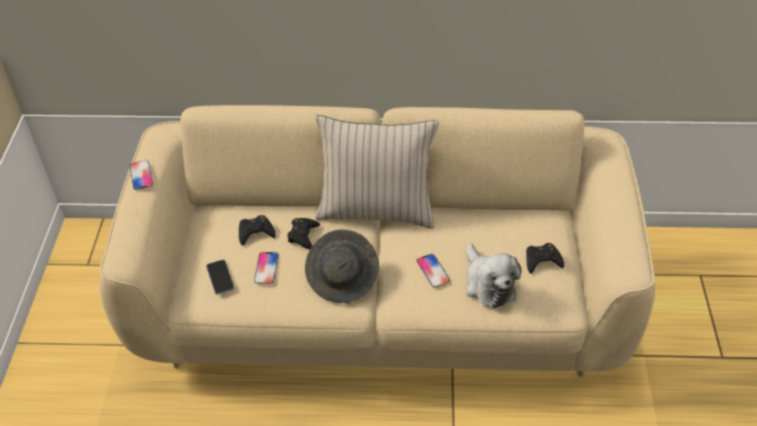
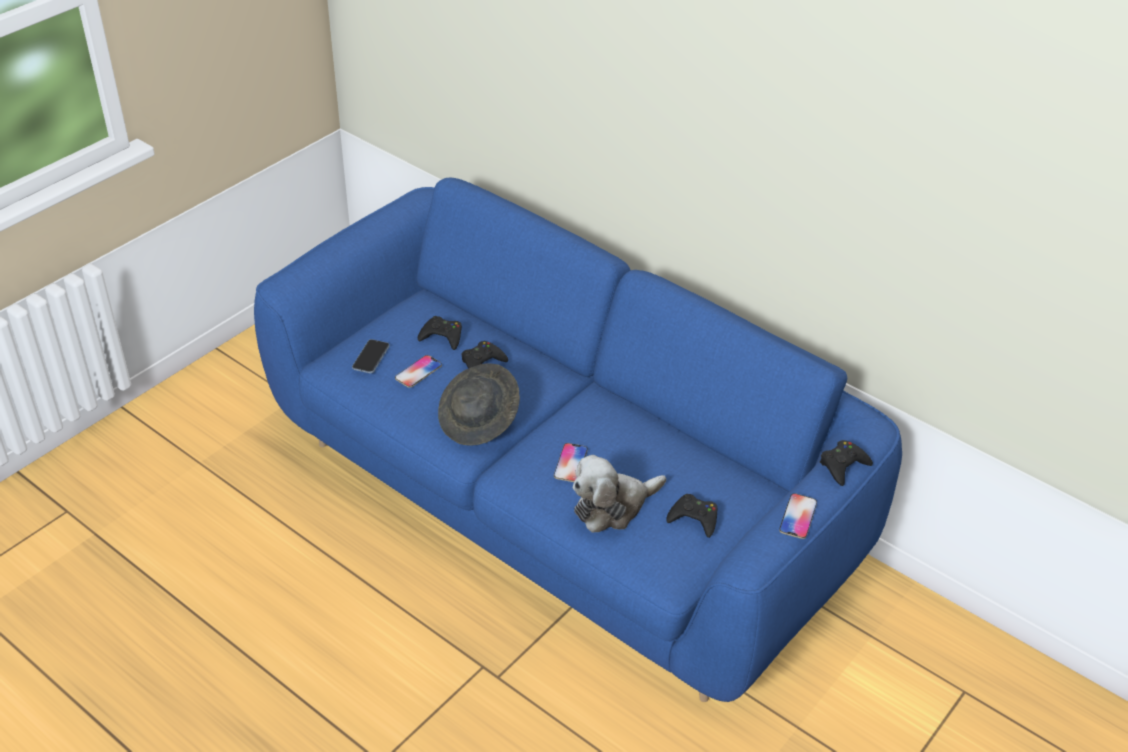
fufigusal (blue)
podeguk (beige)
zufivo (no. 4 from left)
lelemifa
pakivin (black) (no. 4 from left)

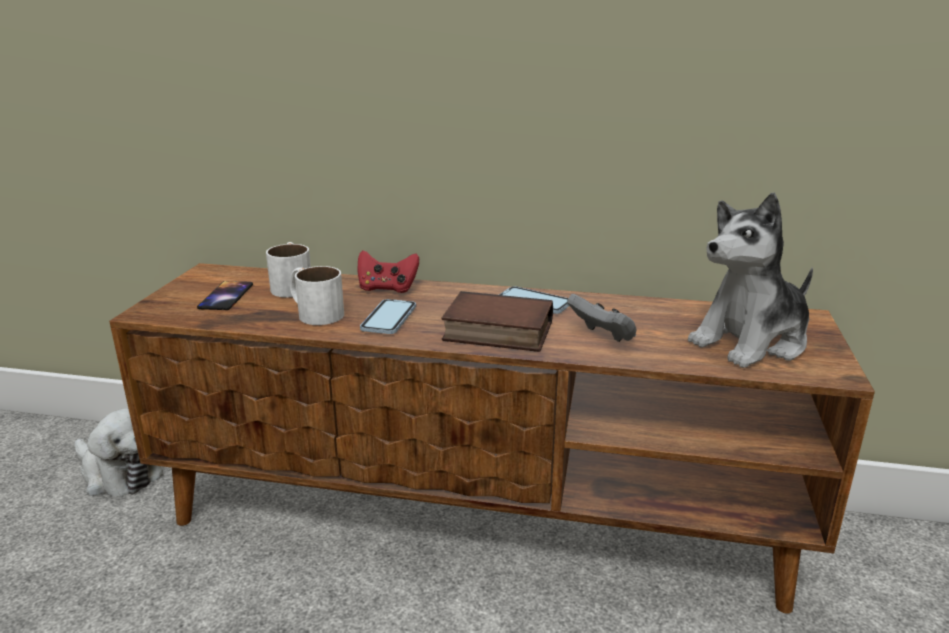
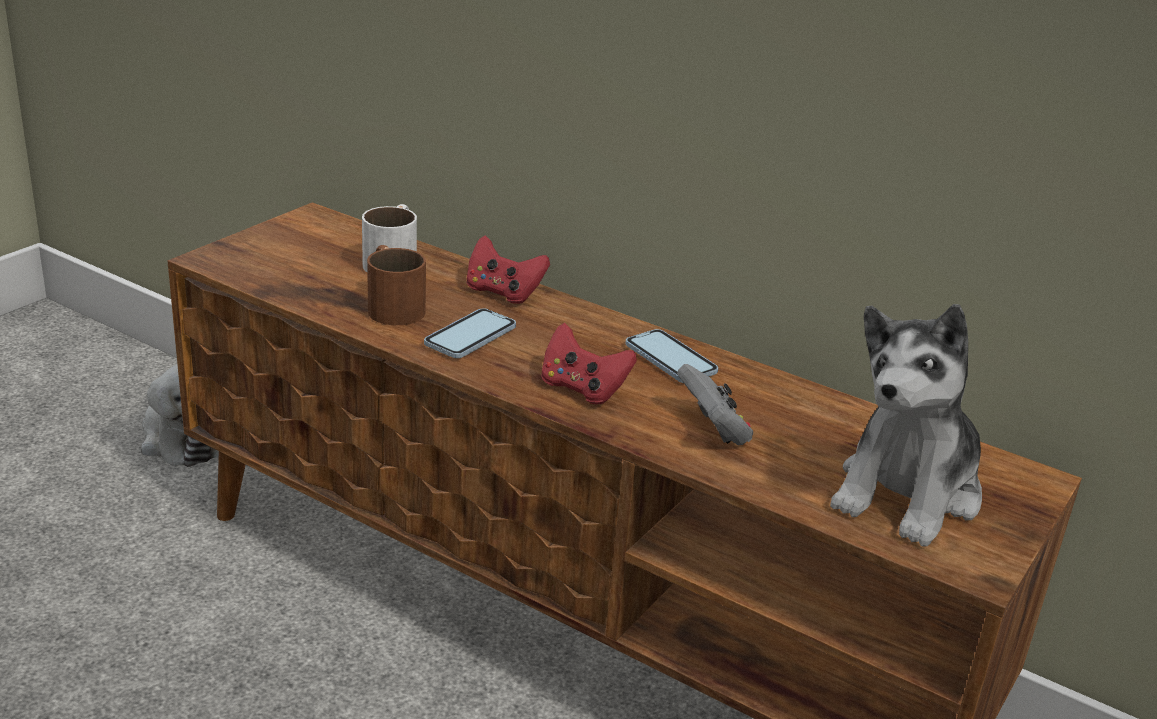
lelemifa (no. 2 from left)
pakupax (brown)
zufivo (no. 1 from left in the first image)
pakivin (red) (no. 2 from left)

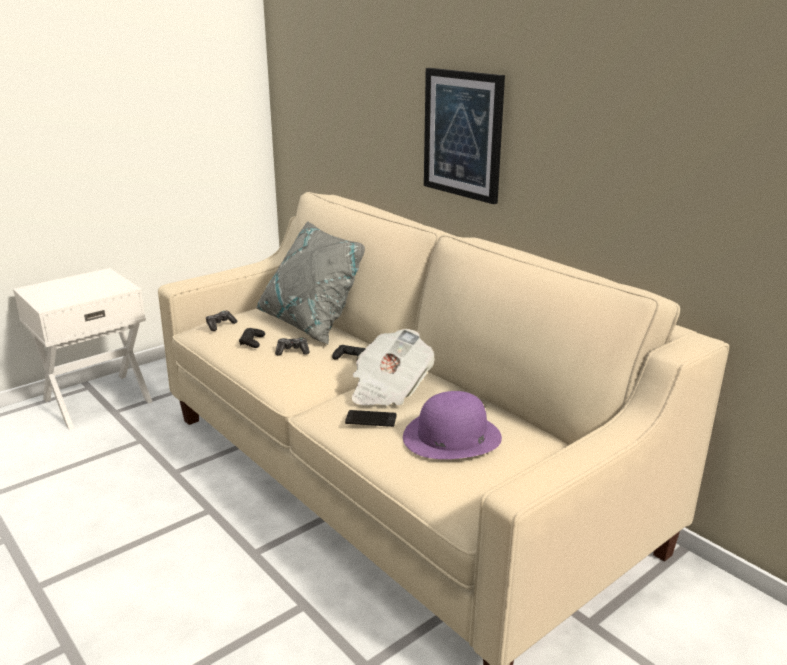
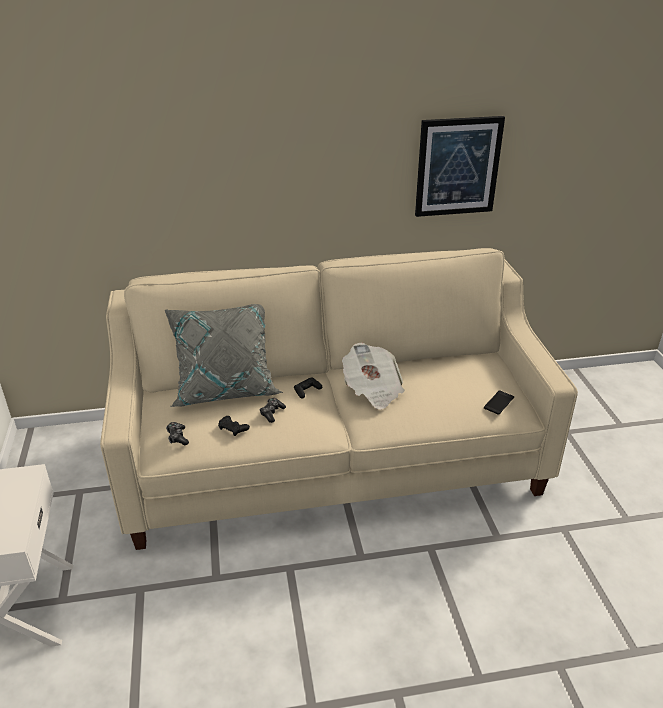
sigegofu
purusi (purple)
zufivo

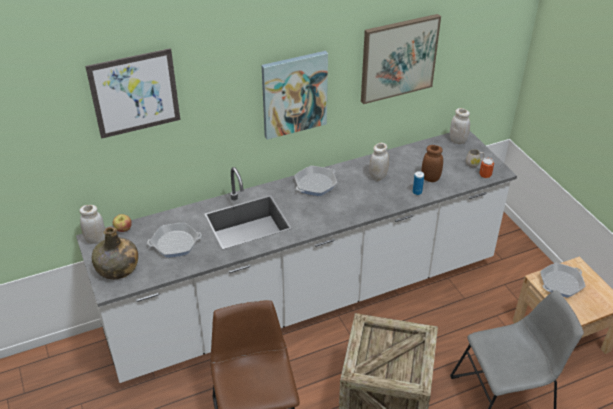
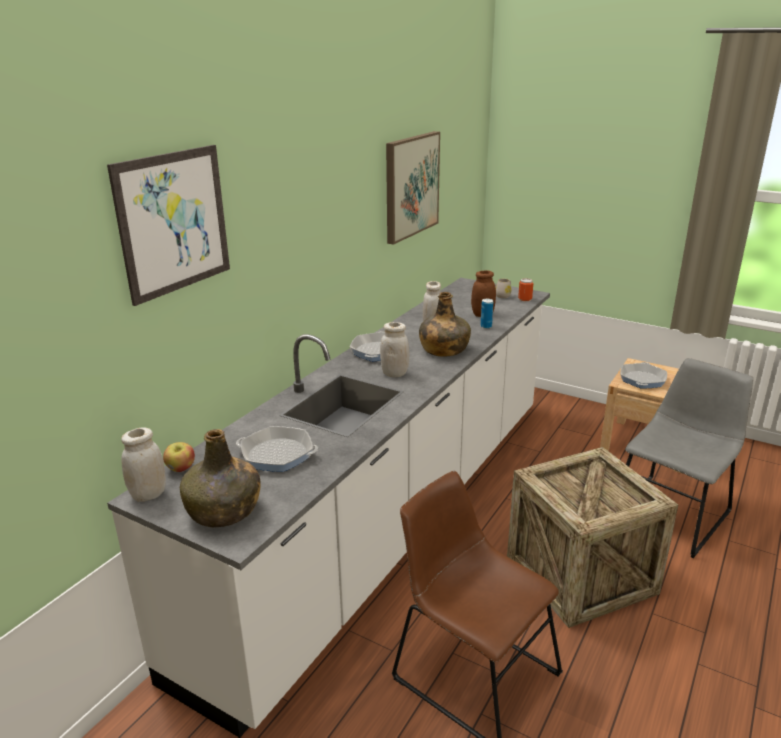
sigegofu (no. 2 from left in the first image)
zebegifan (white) (no. 2 from left)
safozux (no. 1 from left)
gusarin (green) (no. 2 from left)

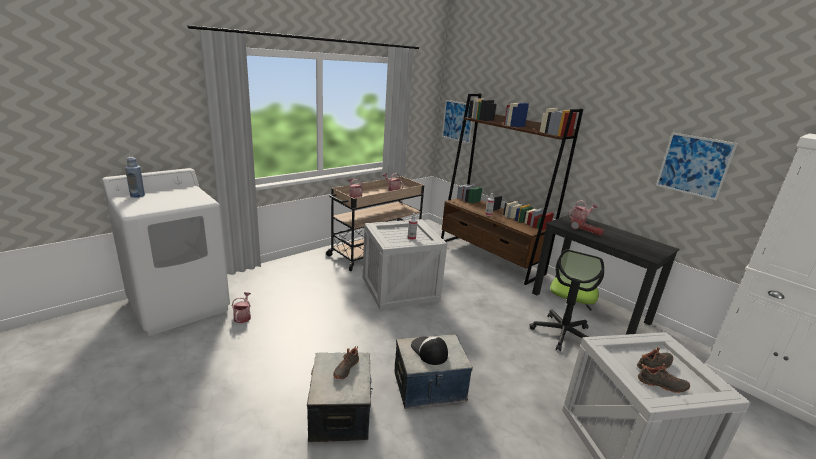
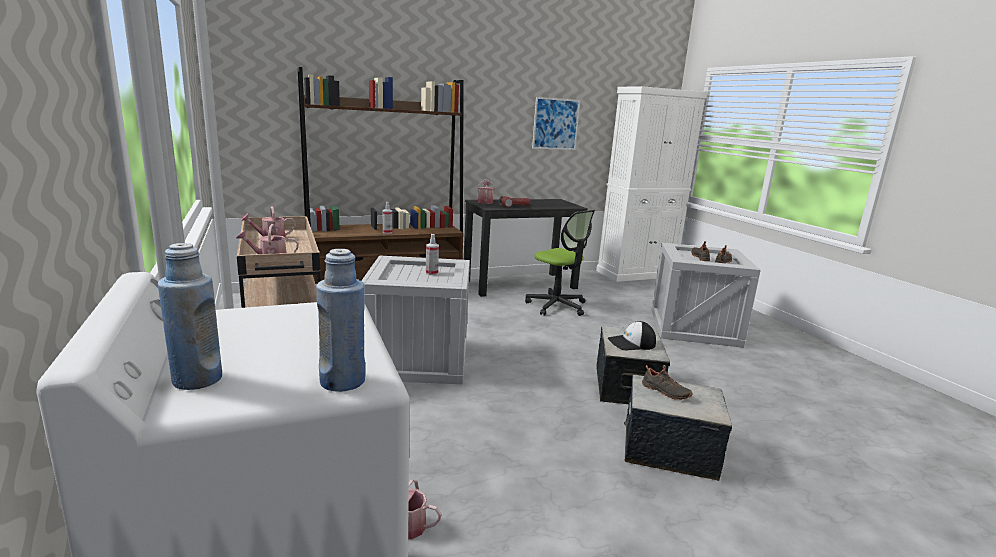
sigegofu (no. 1 from left in the first image)
gusarin (blue) (no. 2 from left)

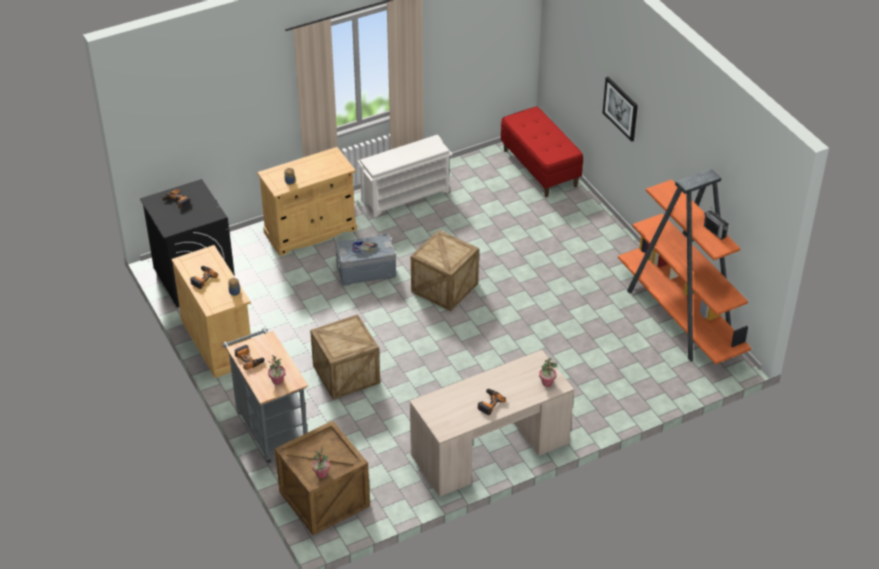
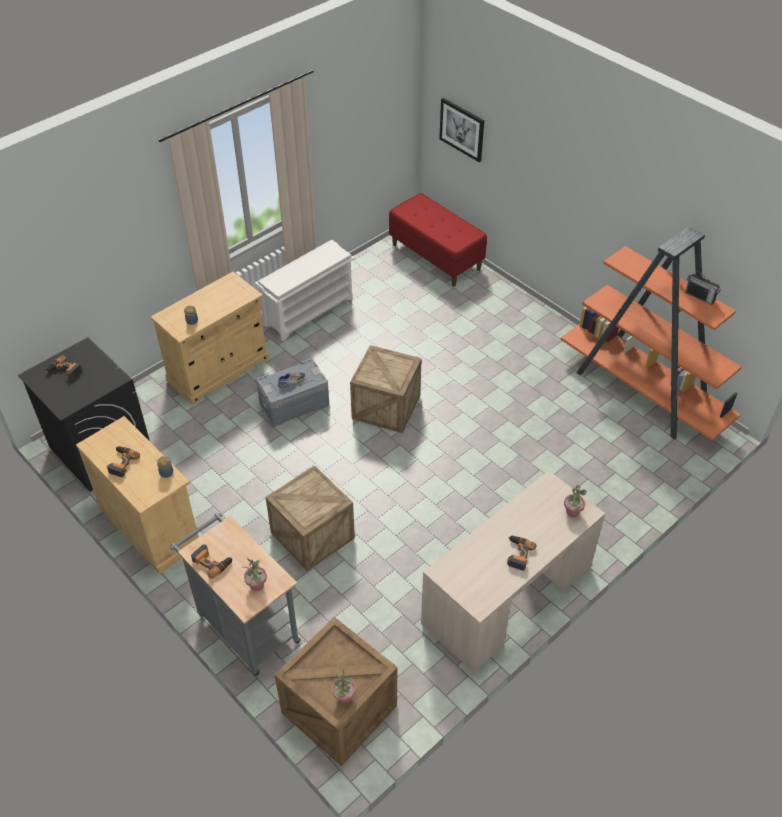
sigegofu

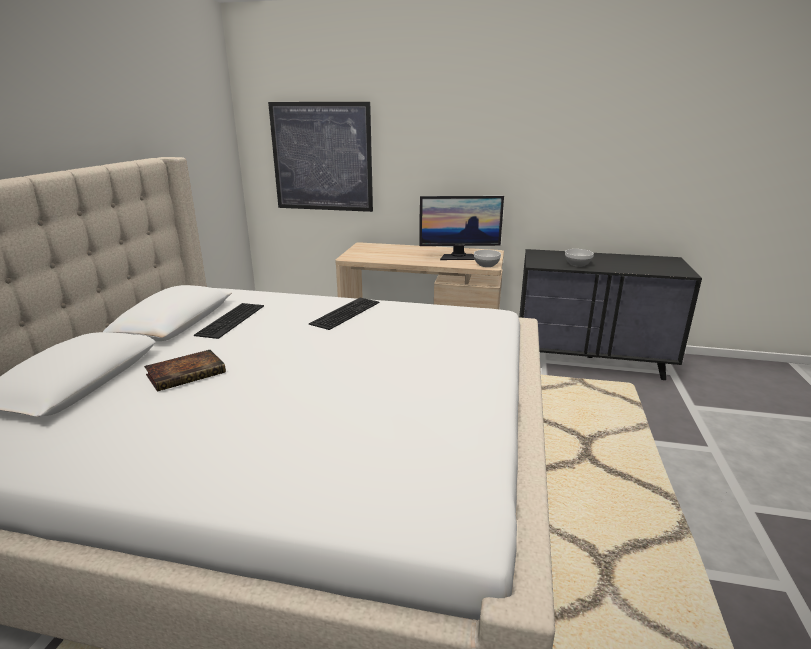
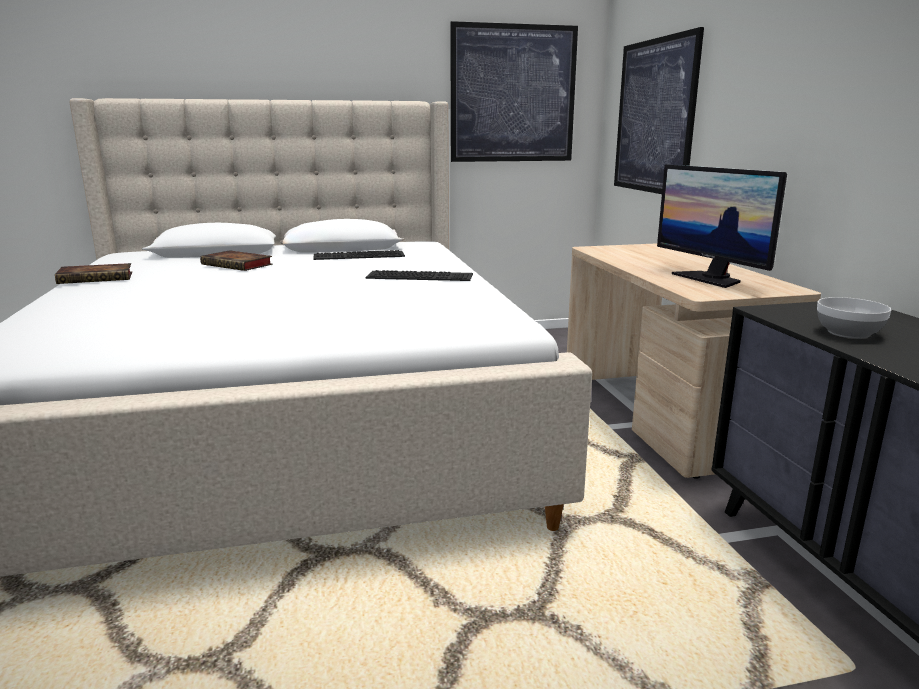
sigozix (no. 1 from left in the first image)
sigegofu (no. 1 from left)
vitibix (no. 1 from left)

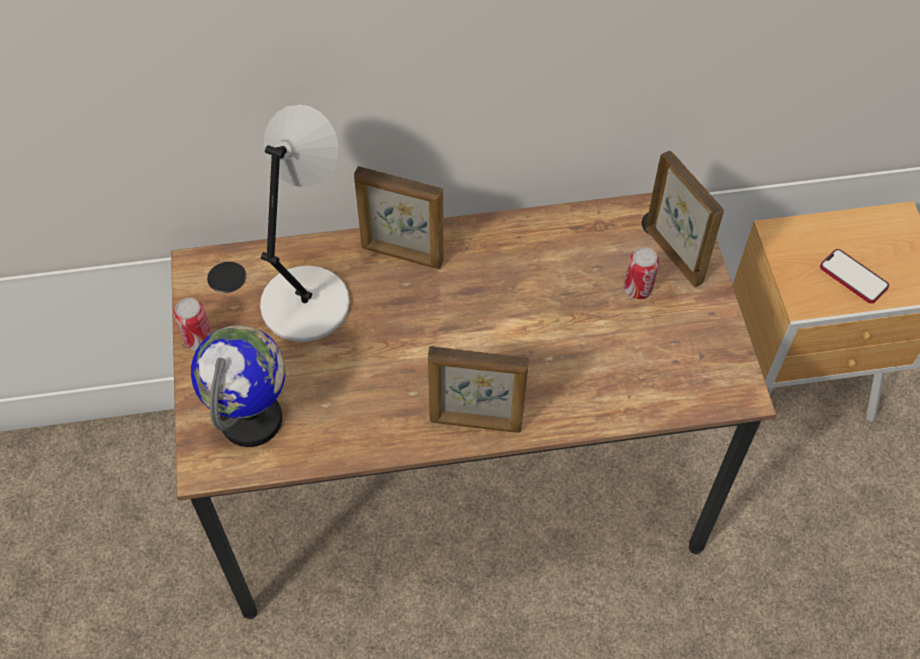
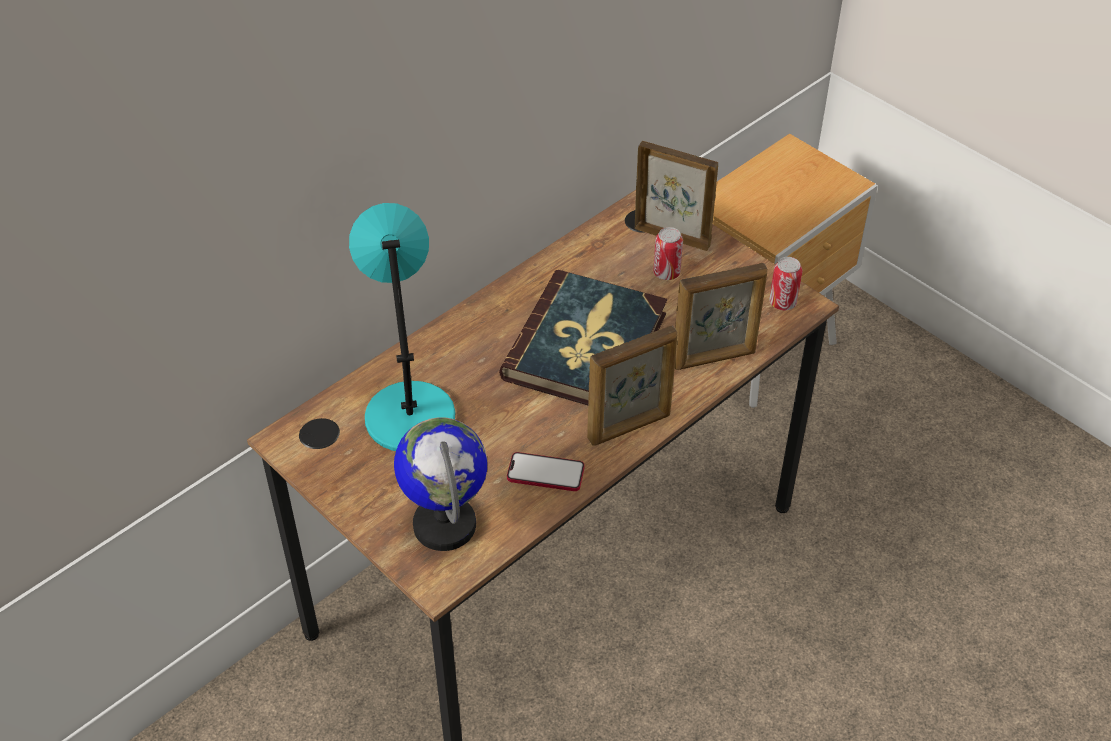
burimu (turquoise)
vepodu (no. 3 from left)
zufivo
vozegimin (no. 2 from left)
vitibix

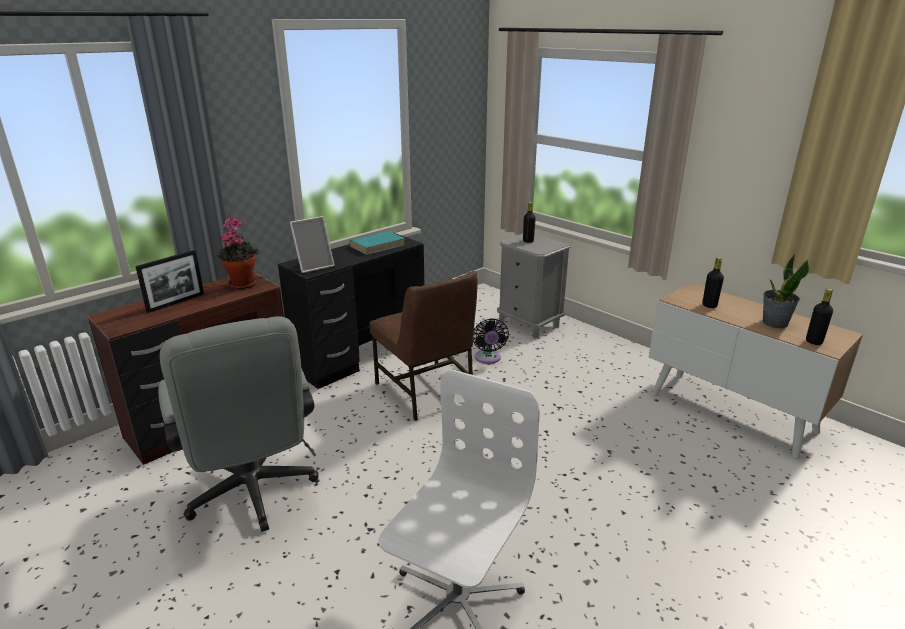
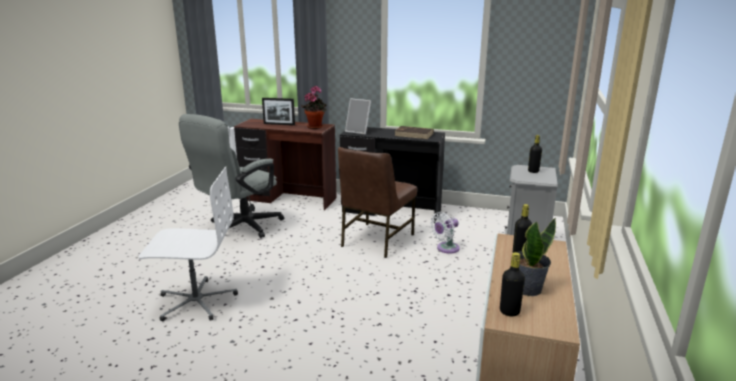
vitibix (brown)
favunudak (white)

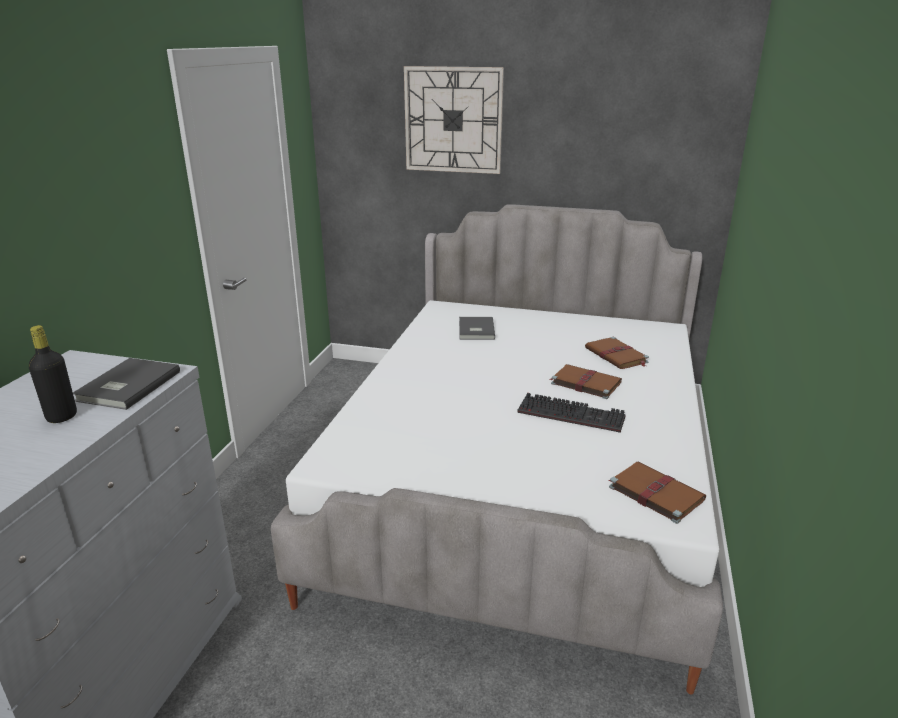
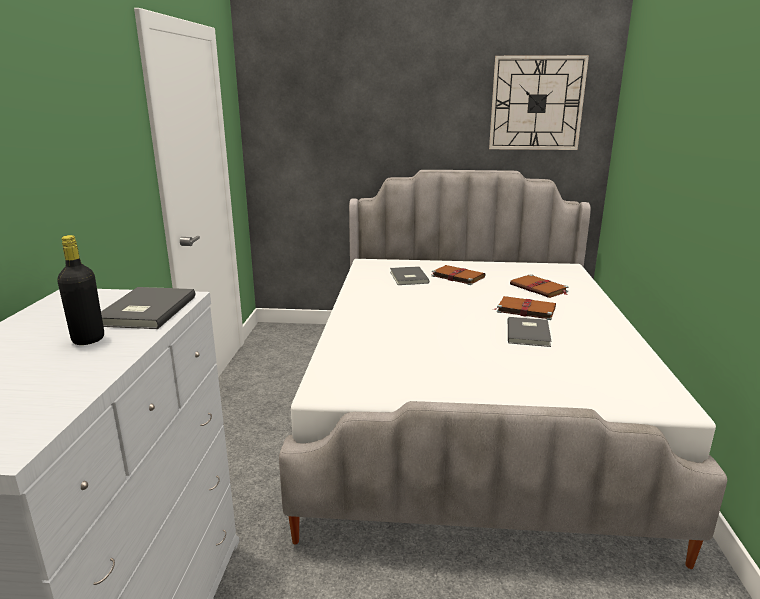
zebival
vitibix (grey) (no. 3 from left)
vitibix (brown) (no. 1 from left)

